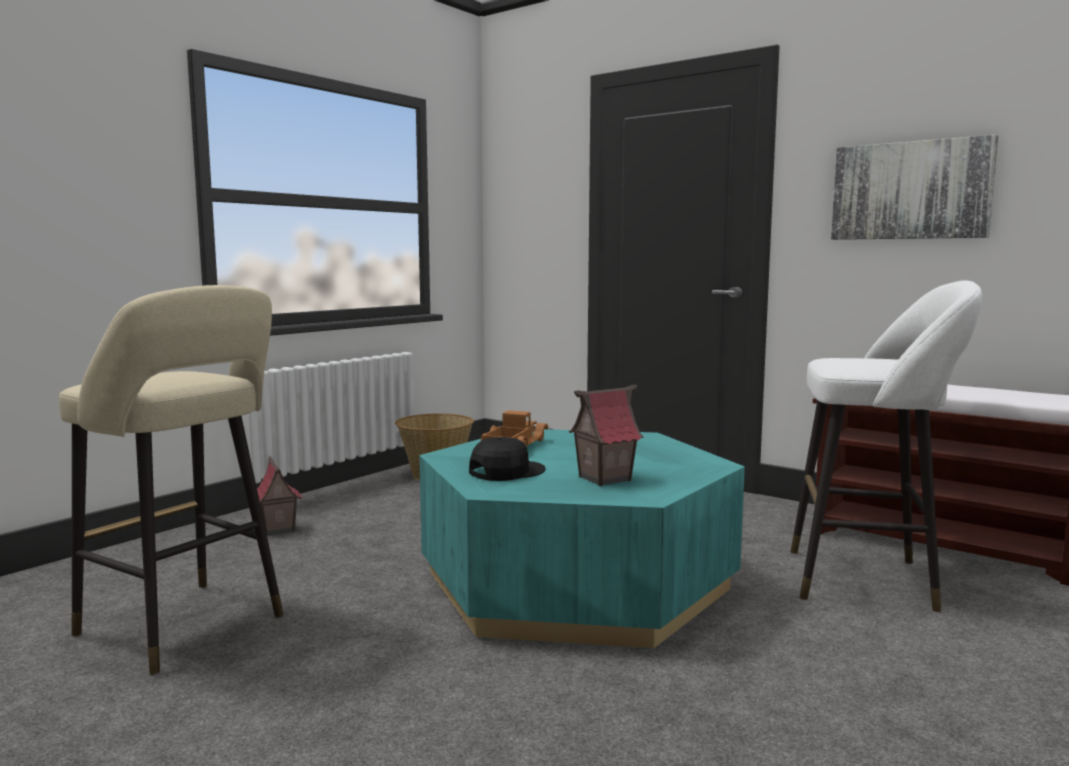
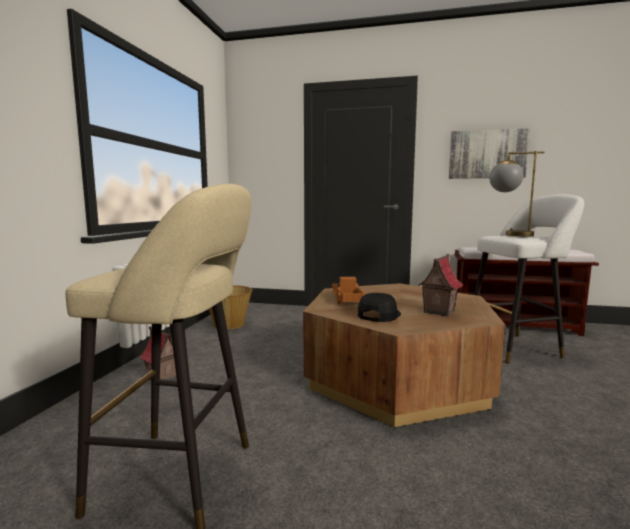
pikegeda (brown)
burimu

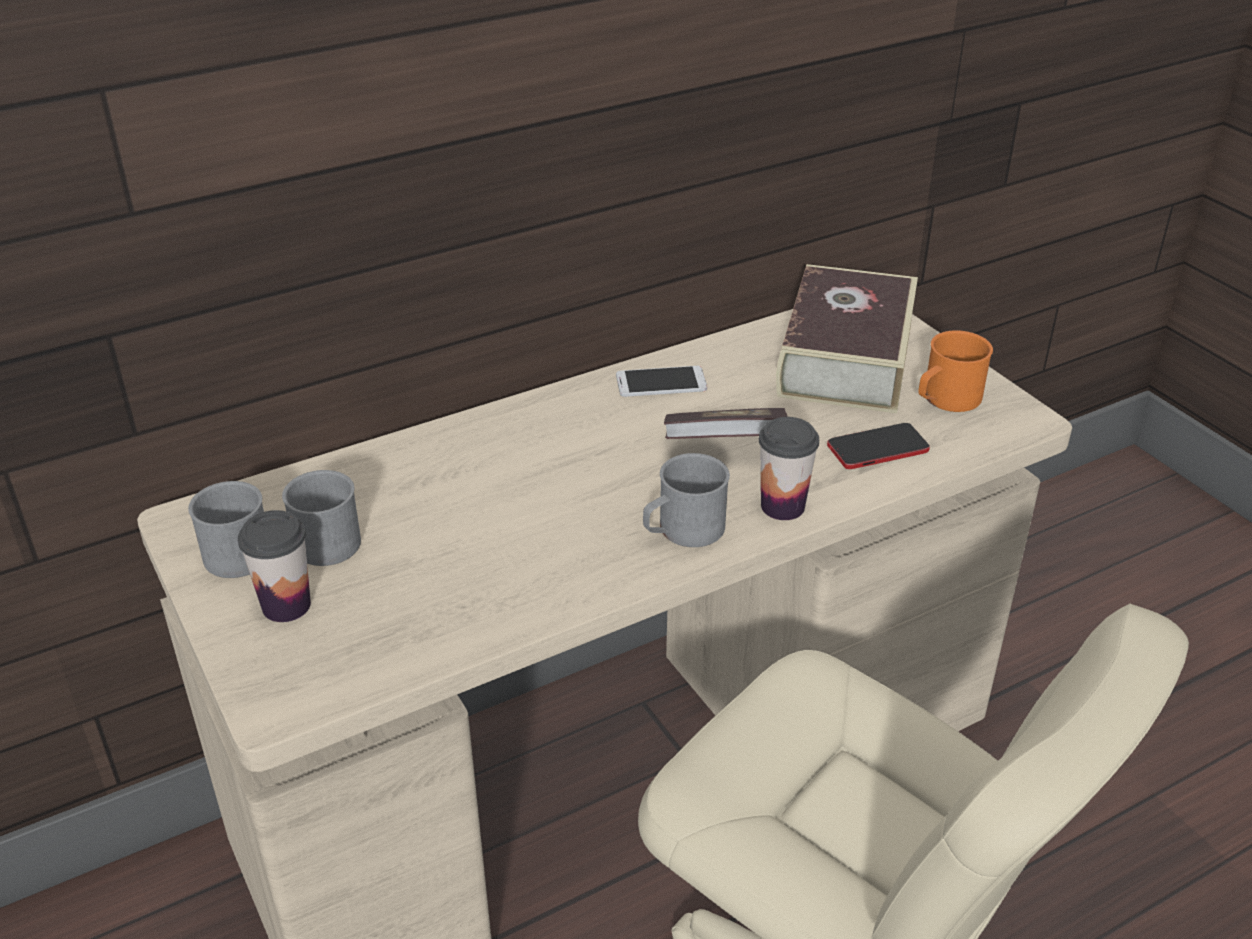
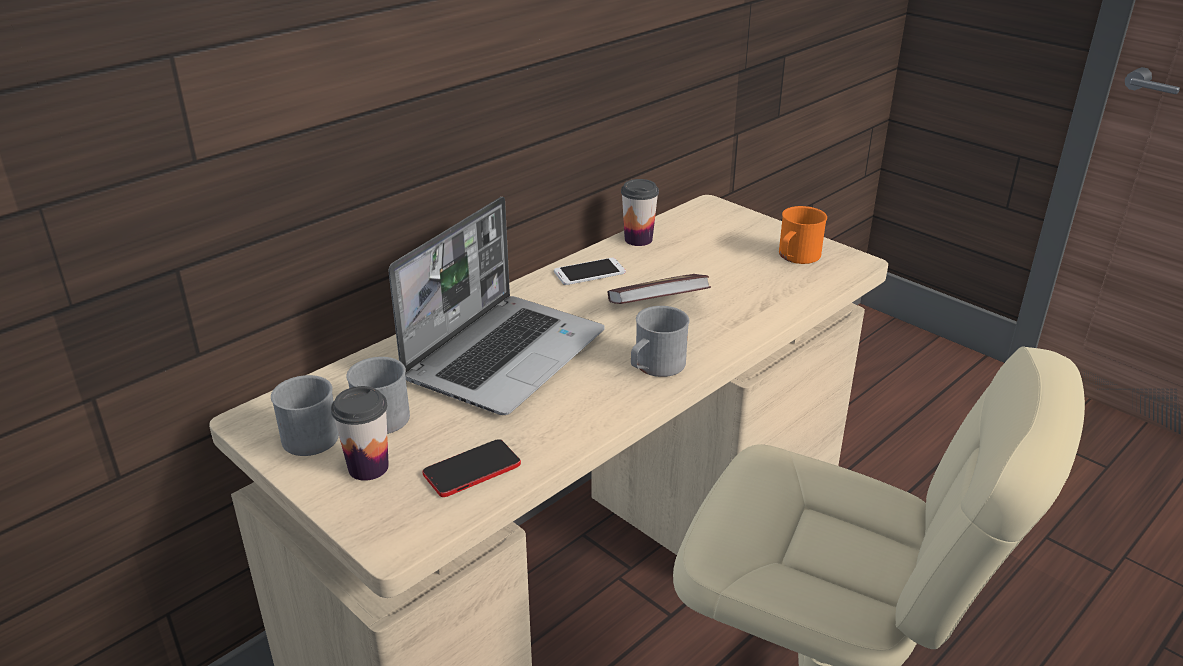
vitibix (no. 2 from left in the first image)
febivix (no. 2 from left)
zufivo (no. 1 from left)
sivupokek

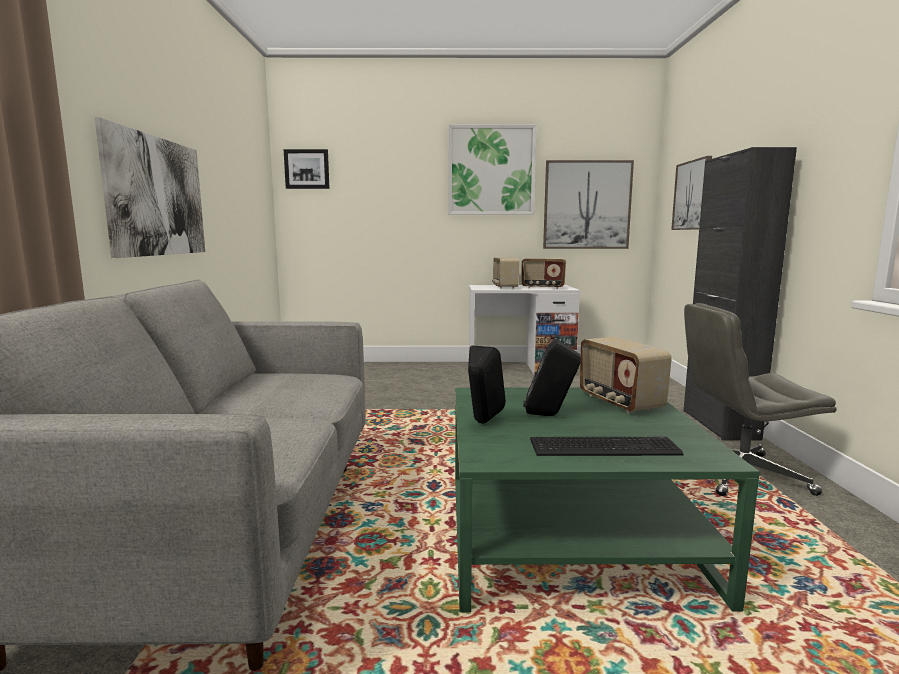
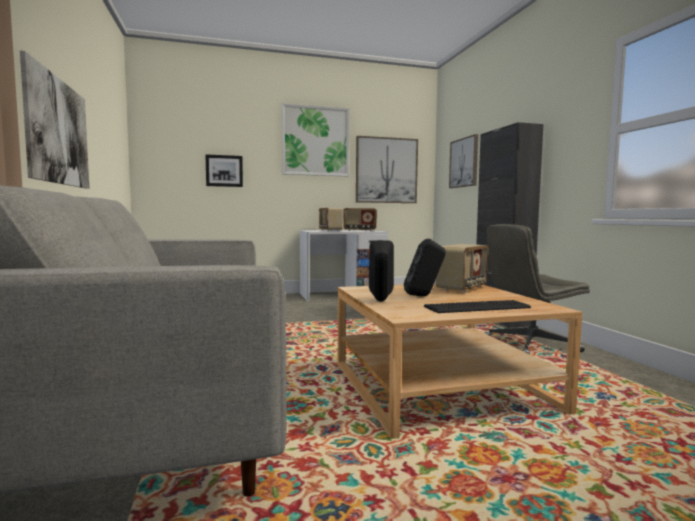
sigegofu (no. 2 from left)
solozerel (no. 3 from left)
pikegeda (beige)

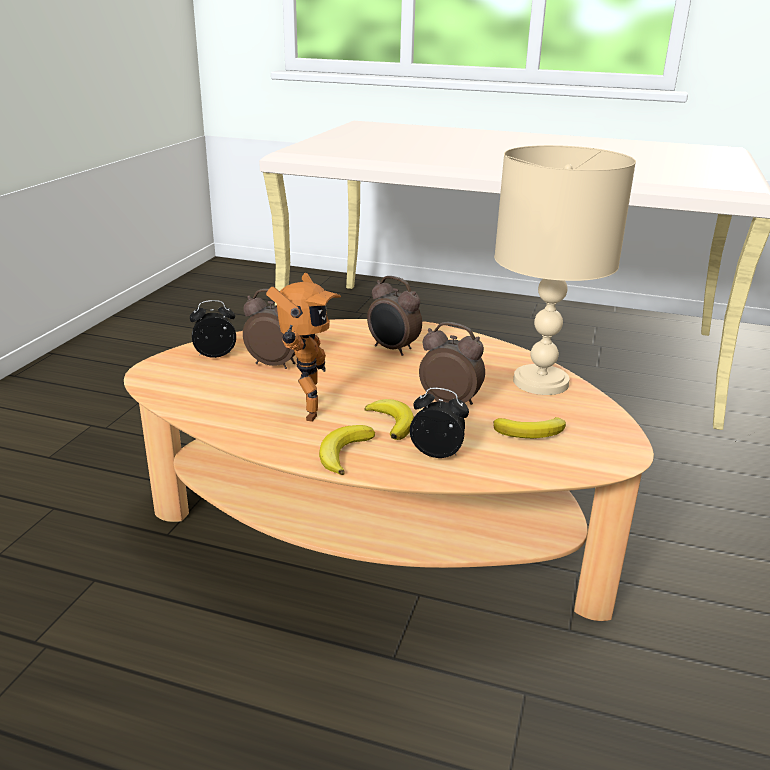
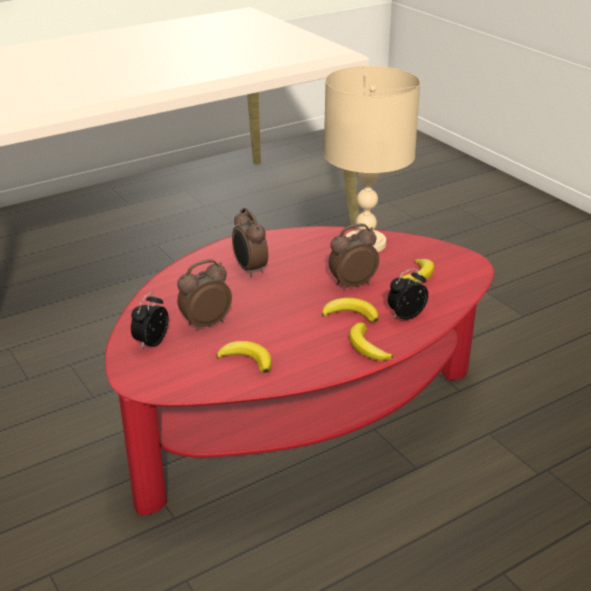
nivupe
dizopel (no. 3 from left)
pikegeda (red)
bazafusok (no. 1 from left)

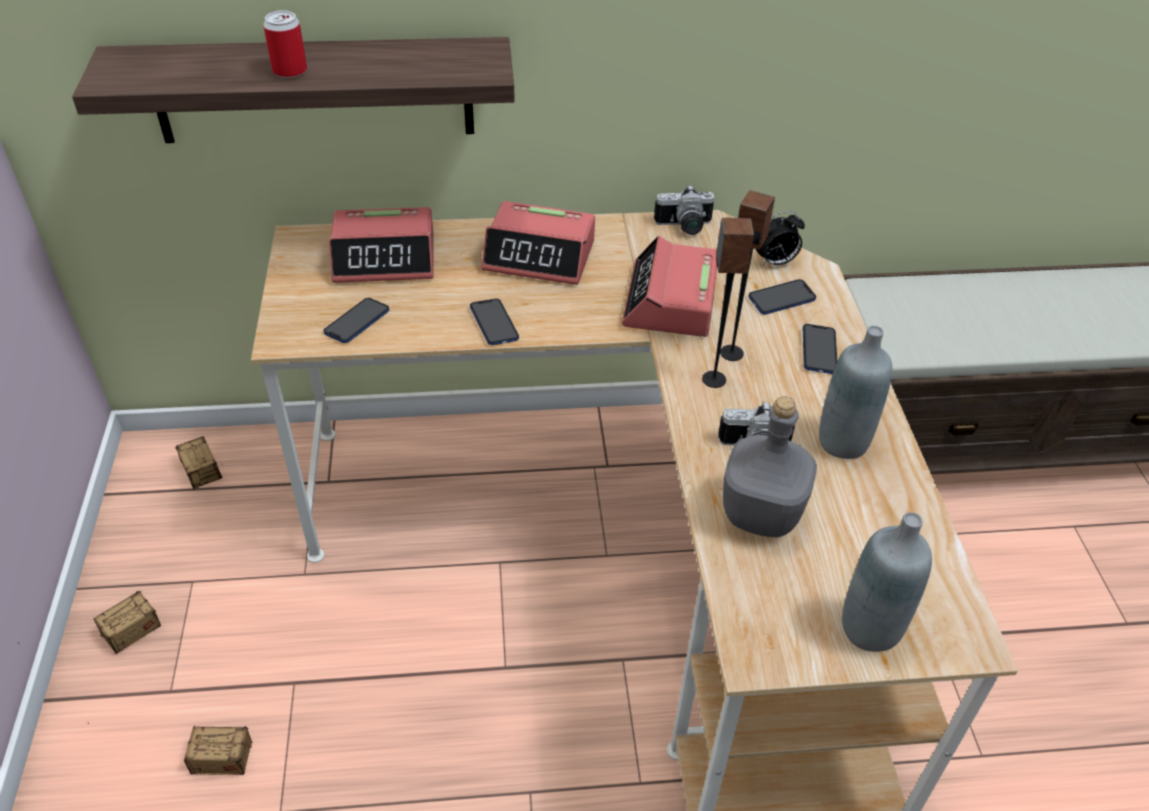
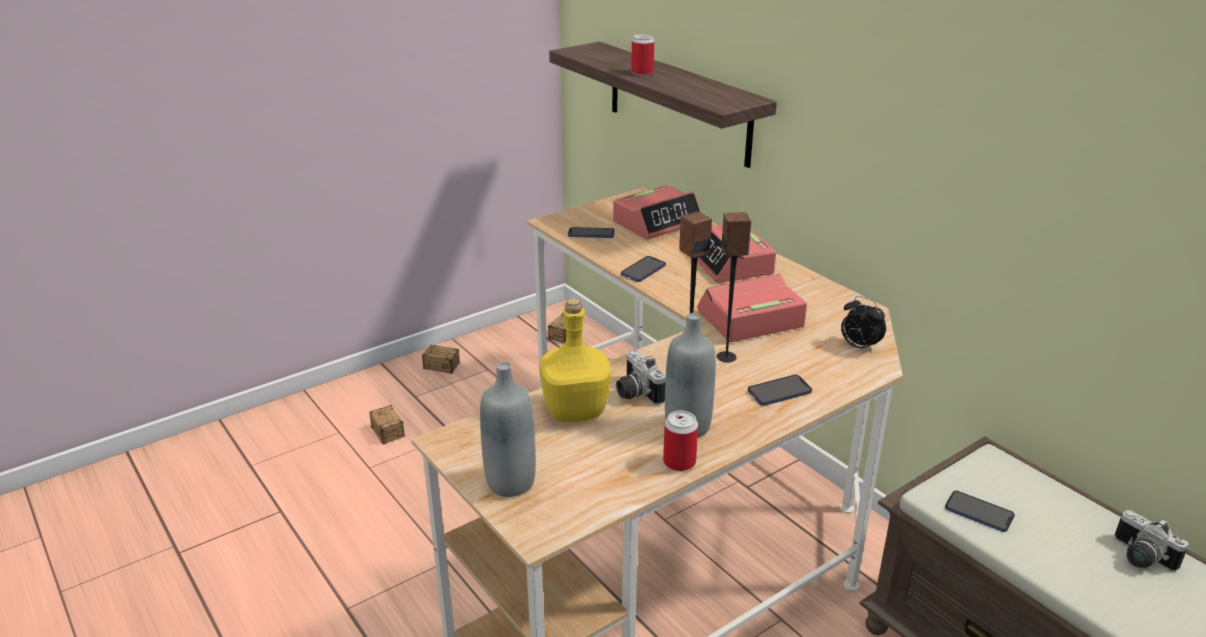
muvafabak (no. 2 from left)
dizopel (no. 1 from left)
zufivo (no. 4 from left)
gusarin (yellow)
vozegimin (no. 2 from left)

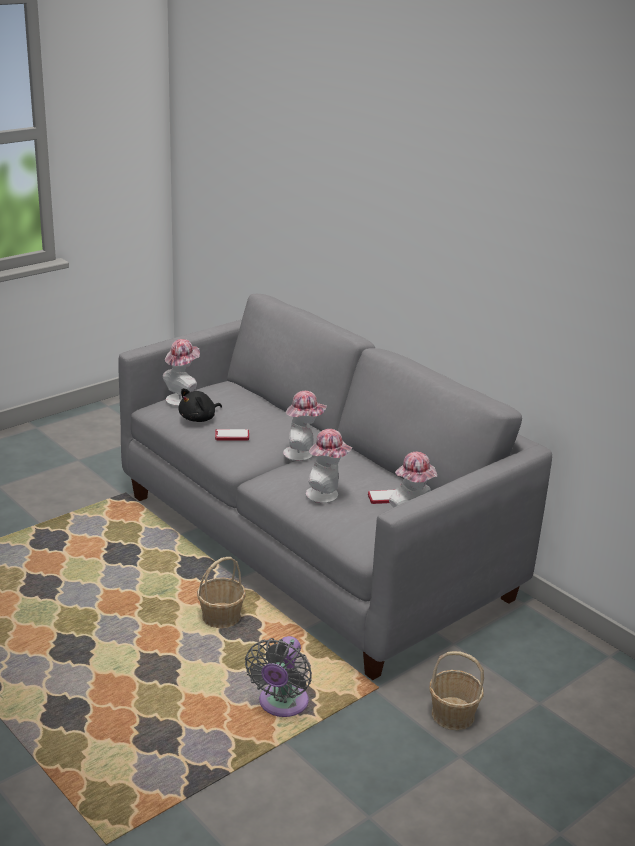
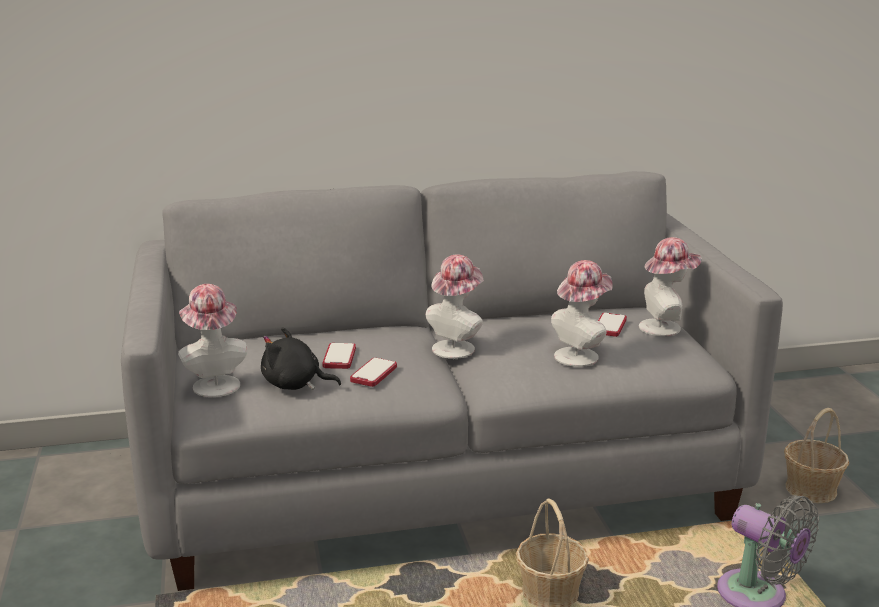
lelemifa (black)
zufivo (no. 1 from left)

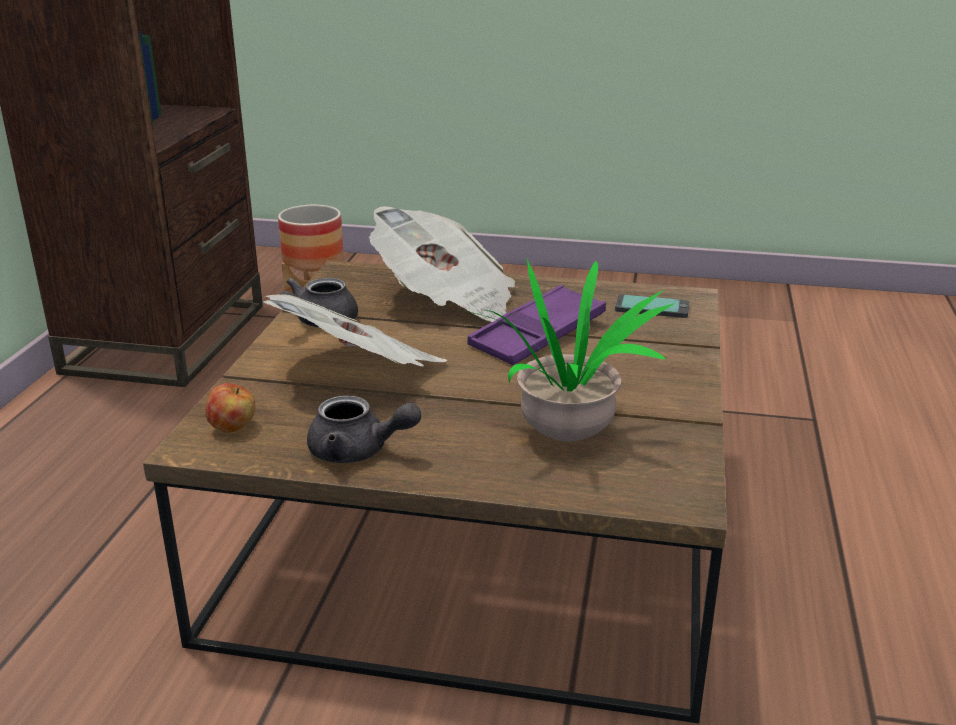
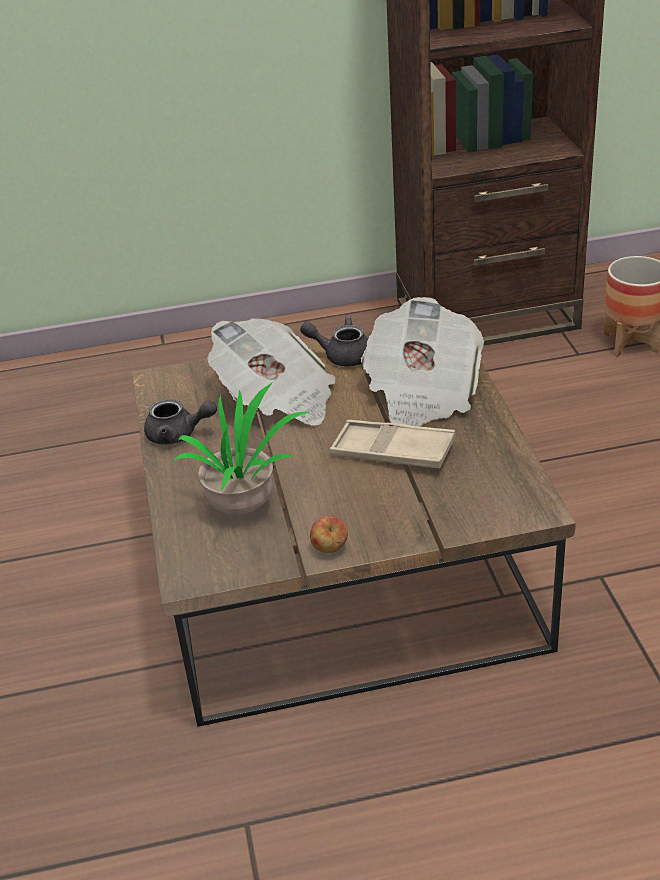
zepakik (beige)
zufivo
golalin
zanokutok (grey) (no. 1 from left)

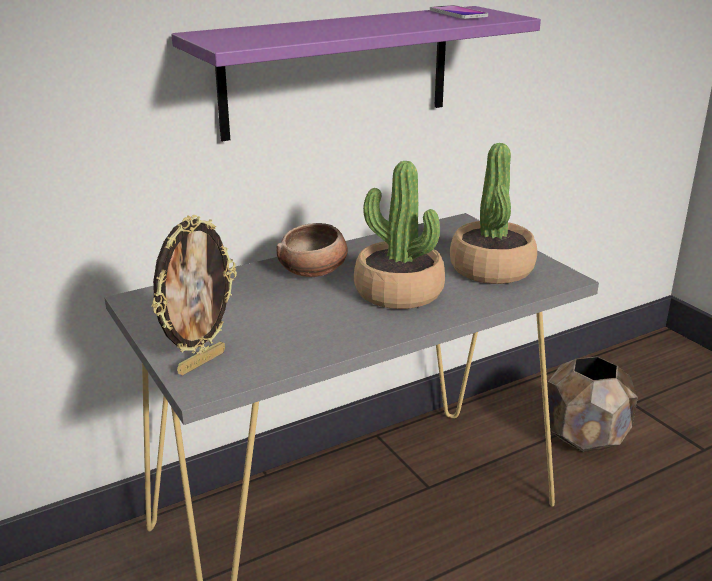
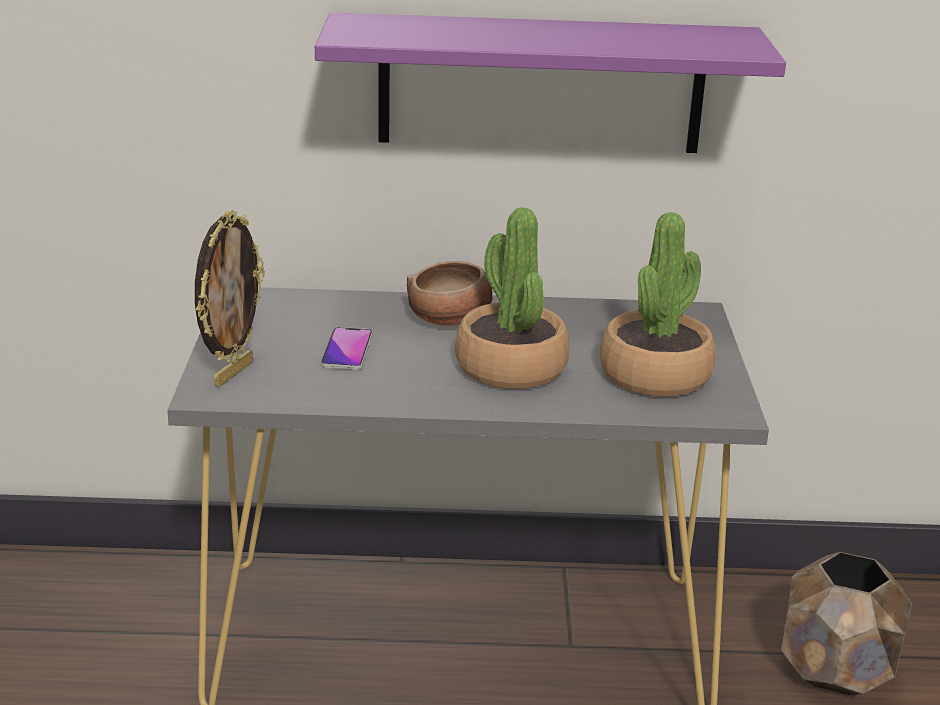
zufivo
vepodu

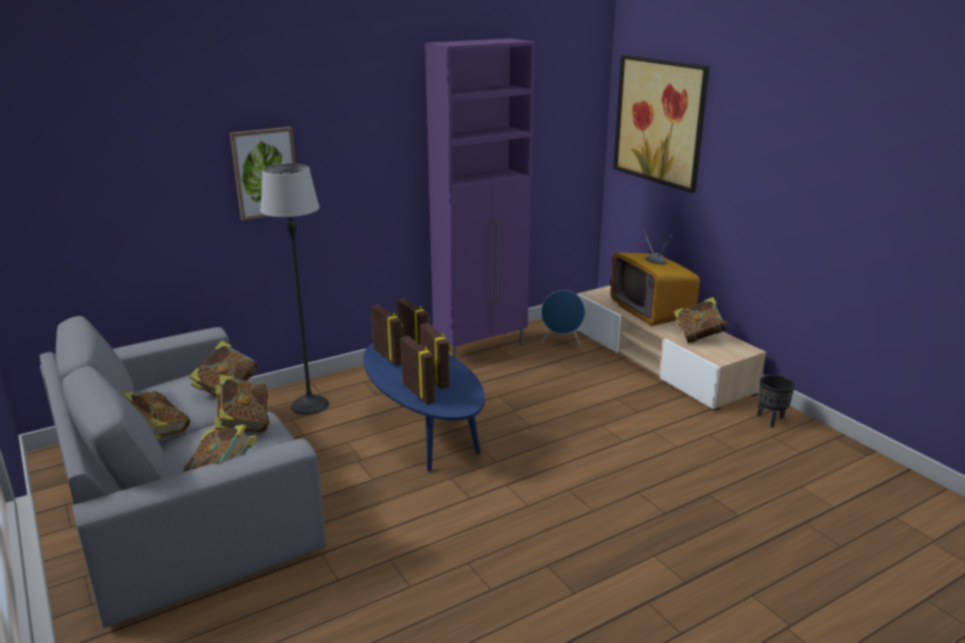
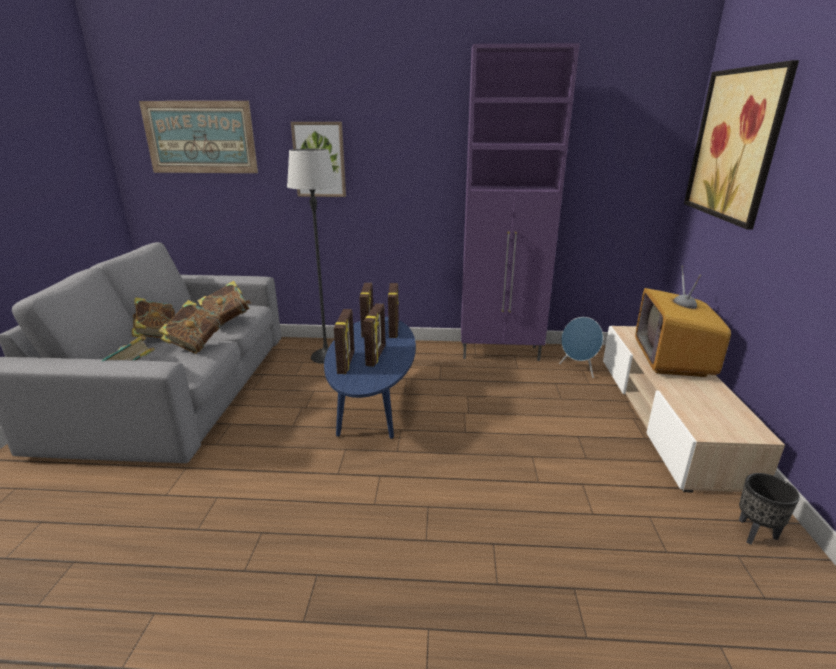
vitibix (no. 5 from left in the first image)
sigegofu (no. 1 from left)

